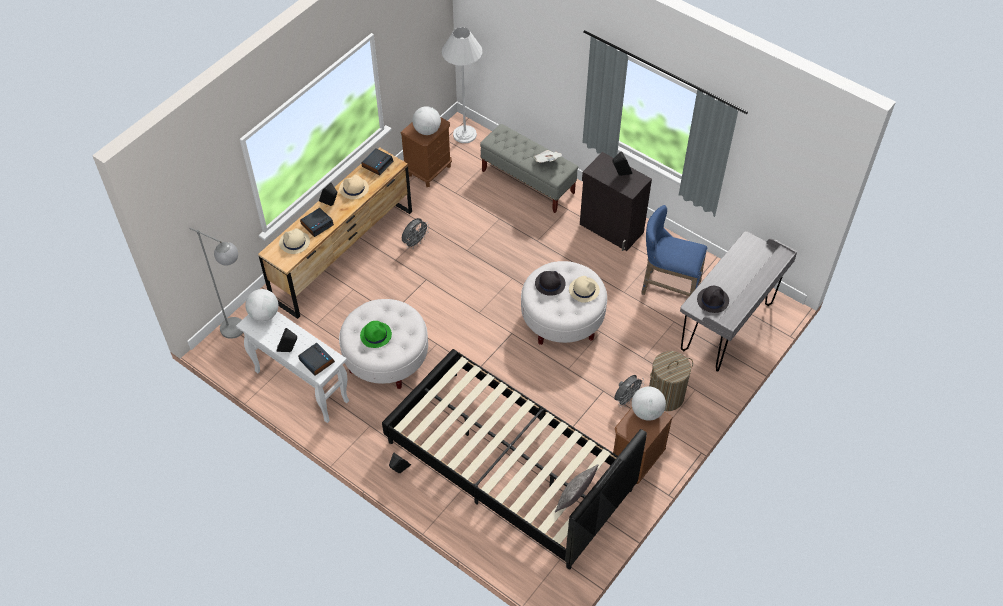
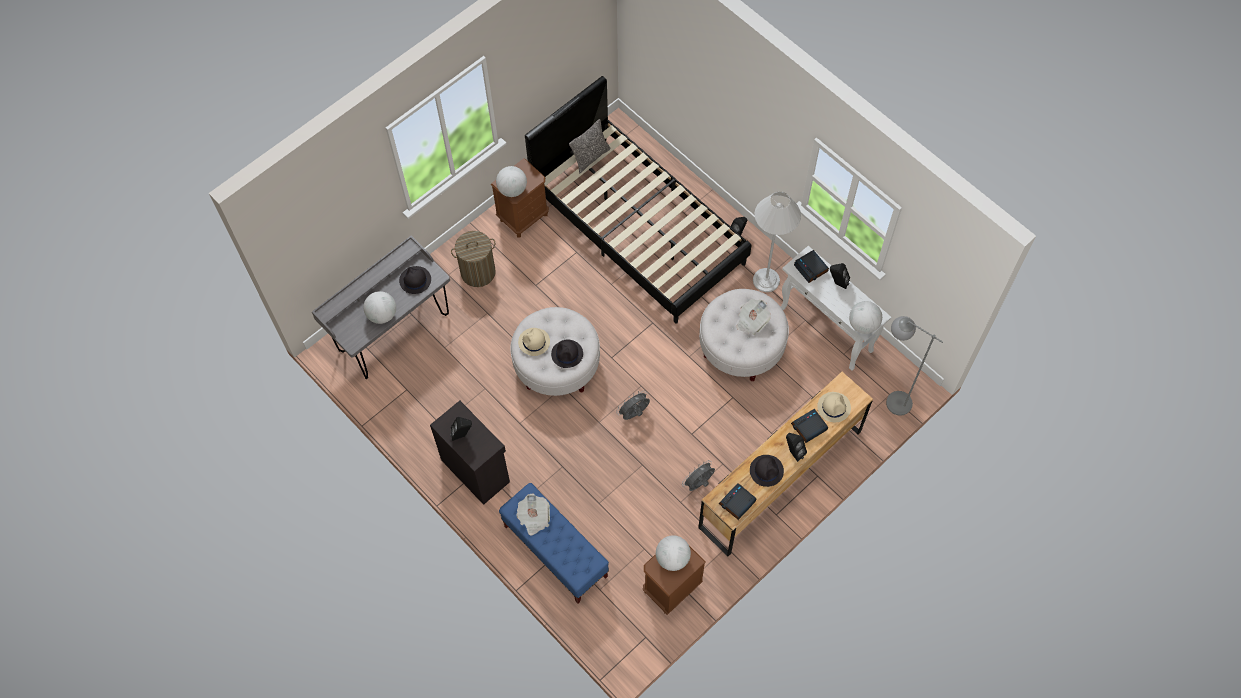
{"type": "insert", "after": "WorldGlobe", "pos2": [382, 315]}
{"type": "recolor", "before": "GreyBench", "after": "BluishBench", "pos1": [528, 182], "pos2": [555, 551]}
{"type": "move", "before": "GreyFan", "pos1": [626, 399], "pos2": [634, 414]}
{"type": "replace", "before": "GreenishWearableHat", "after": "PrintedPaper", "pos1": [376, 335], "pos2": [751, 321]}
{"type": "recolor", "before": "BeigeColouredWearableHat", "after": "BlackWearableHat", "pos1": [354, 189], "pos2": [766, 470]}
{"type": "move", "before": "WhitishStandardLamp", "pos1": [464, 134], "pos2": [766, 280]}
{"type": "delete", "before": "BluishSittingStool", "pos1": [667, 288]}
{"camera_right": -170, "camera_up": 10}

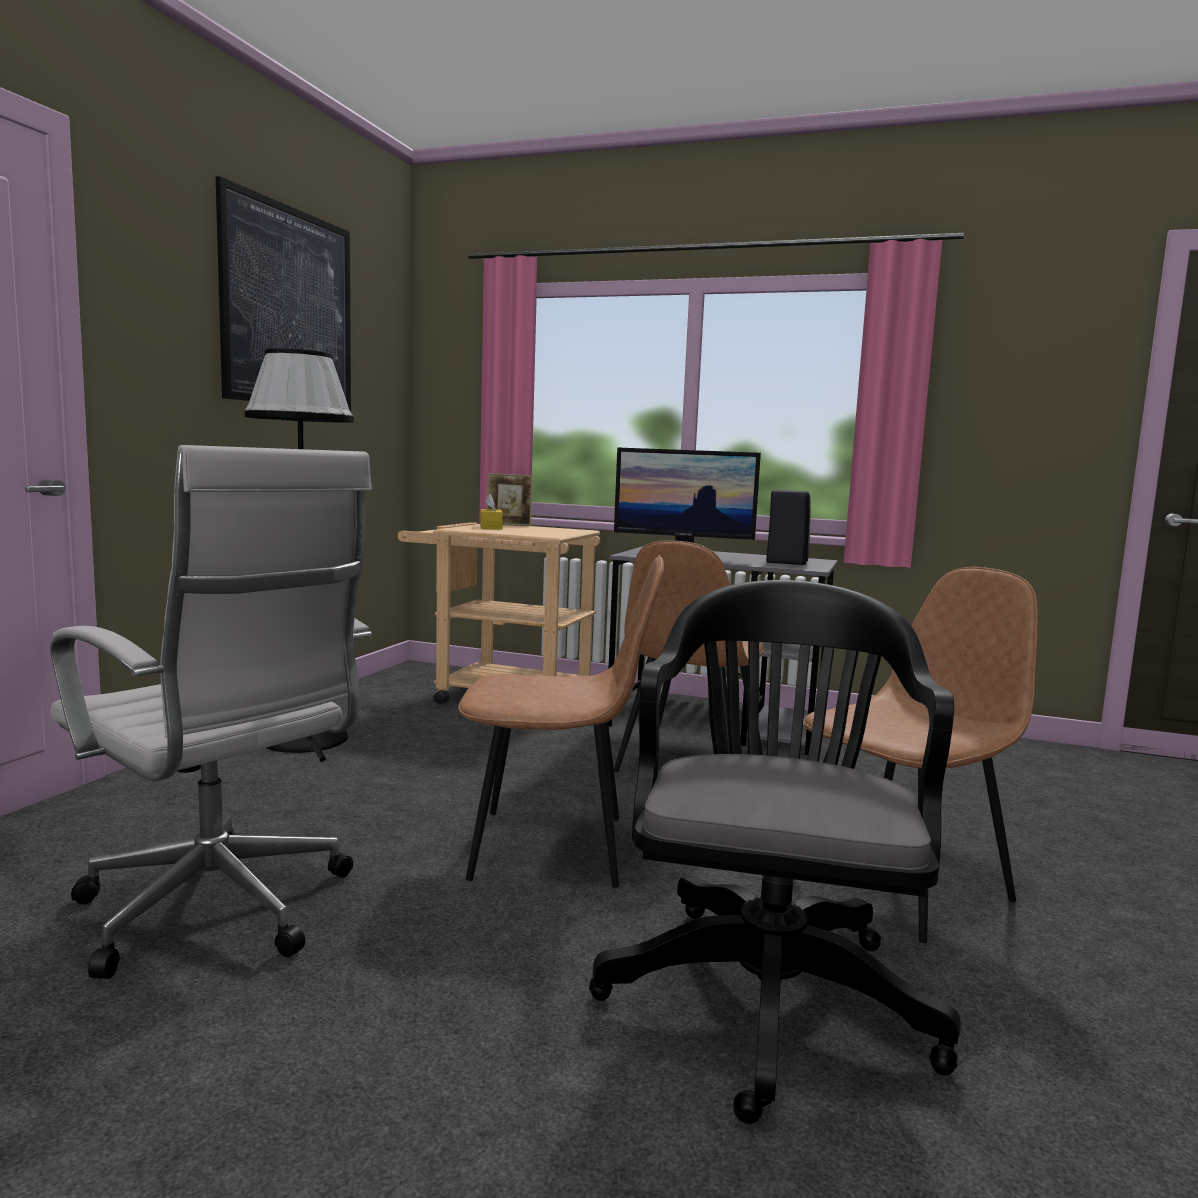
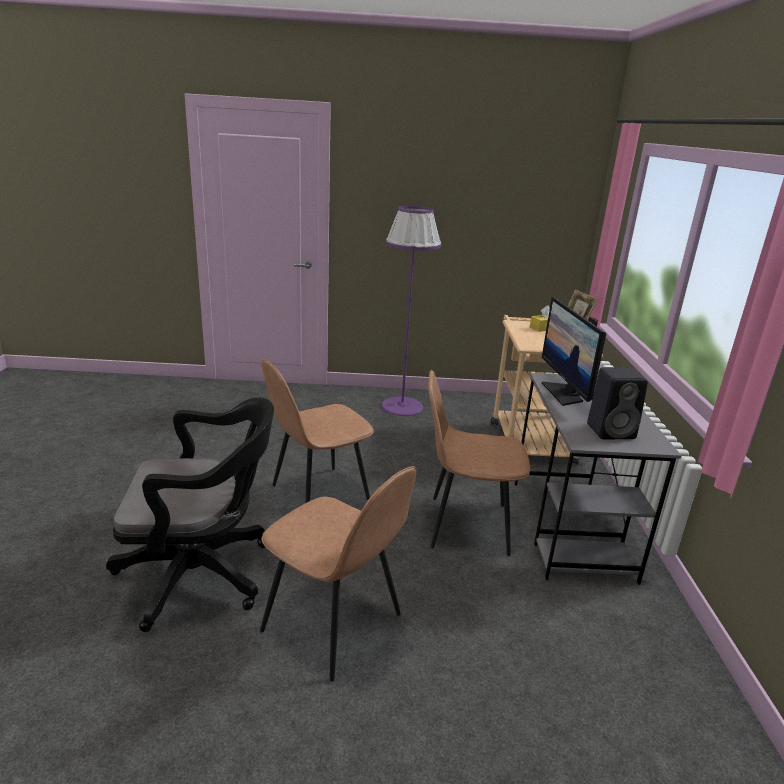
{"type": "rotate", "before": "BrownishUprightChair", "pos1": [554, 848], "pos2": [318, 496], "turn": 75}
{"type": "recolor", "before": "BlackStandardLamp", "after": "PurpleStandardLamp", "pos1": [304, 739], "pos2": [401, 406]}
{"type": "delete", "before": "WhitishOfficeChair", "pos1": [222, 912]}
{"type": "delete", "before": "WallArt", "pos1": [289, 307]}
{"camera_right": 70, "camera_up": 15}

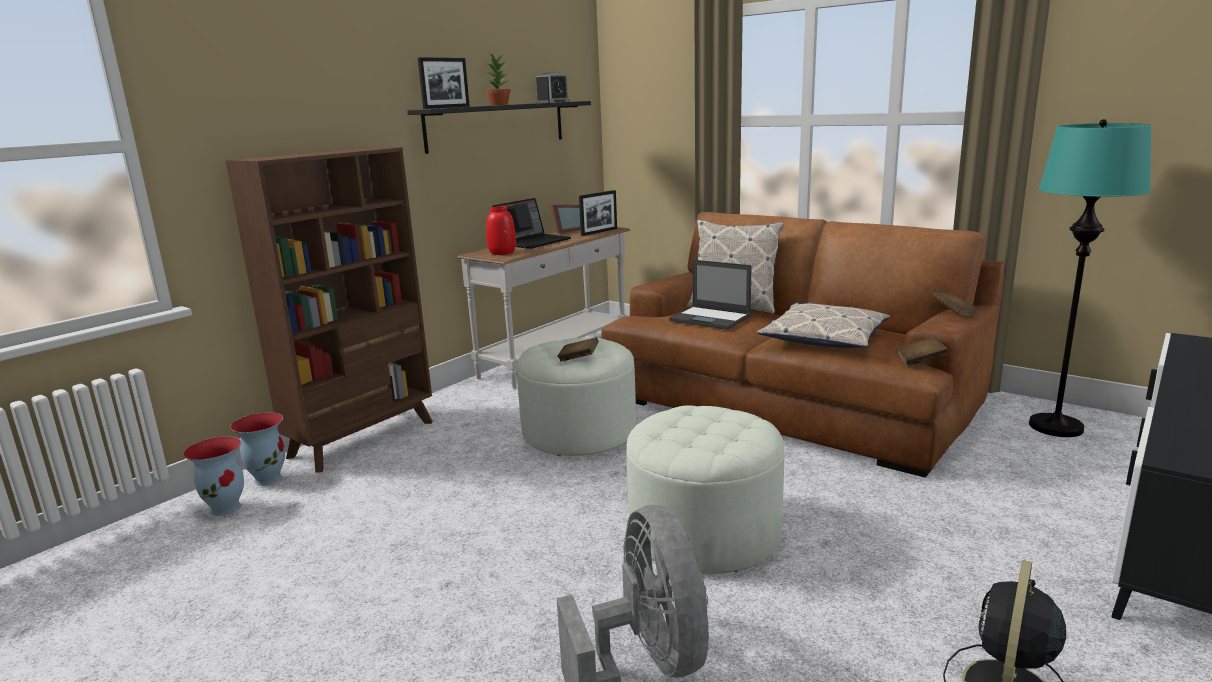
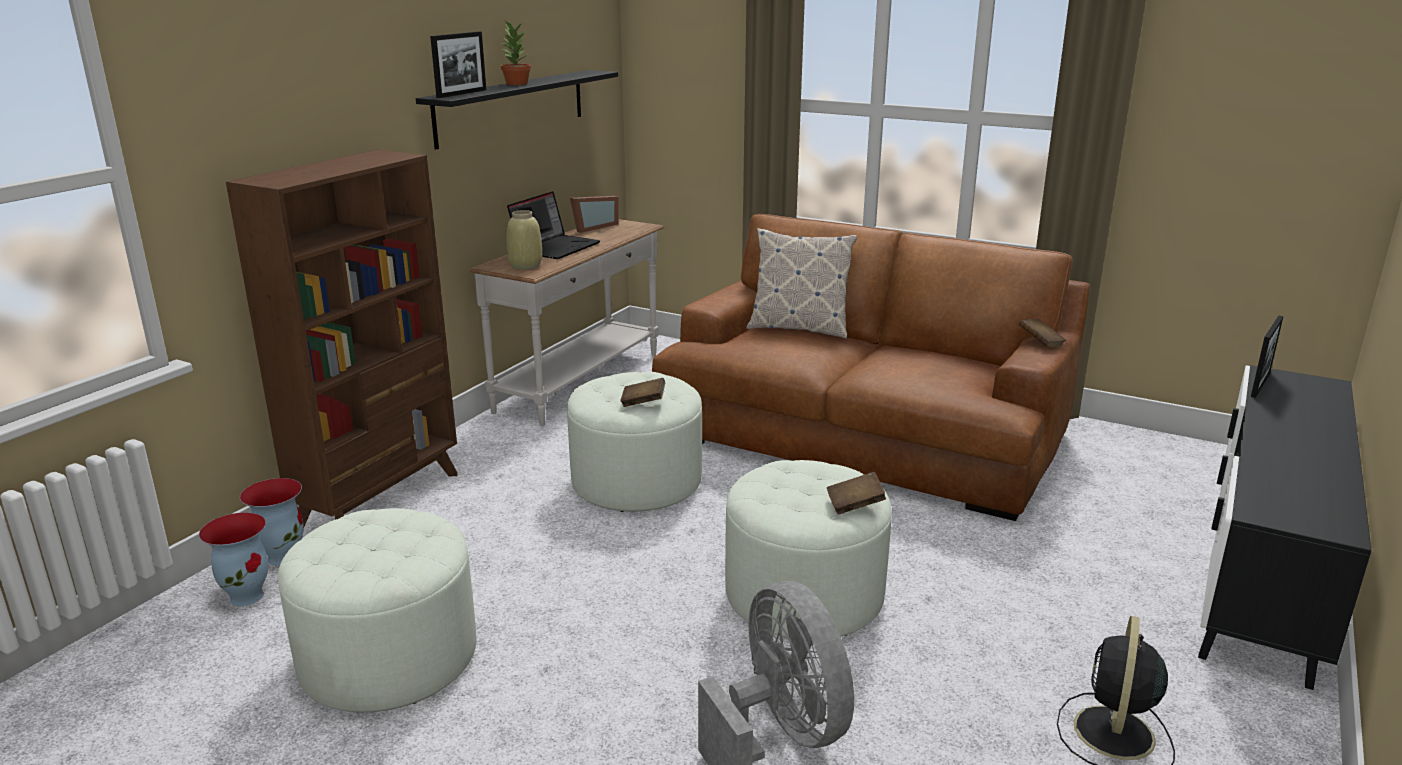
{"type": "insert", "after": "WhitishPouffe", "pos2": [389, 657]}
{"type": "recolor", "before": "ReddishDecorativeVase", "after": "BeigeColouredDecorativeVase", "pos1": [502, 253], "pos2": [525, 265]}
{"type": "move", "before": "BrownishBook", "pos1": [920, 361], "pos2": [855, 505]}
{"type": "move", "before": "PhotoFrame", "pos1": [599, 232], "pos2": [1260, 384]}
{"type": "delete", "before": "TableClock", "pos1": [552, 102]}
{"type": "delete", "before": "PortableComputer", "pos1": [711, 318]}
{"type": "delete", "before": "Cushion", "pos1": [824, 338]}
{"type": "delete", "before": "TurquoiseStandardLamp", "pos1": [1056, 427]}
{"camera_right": -10, "camera_up": 5}

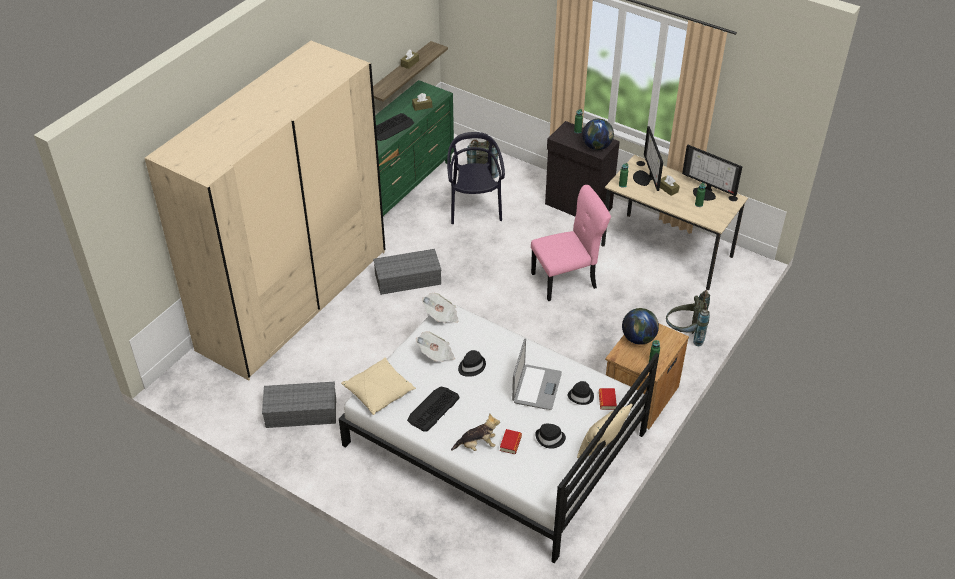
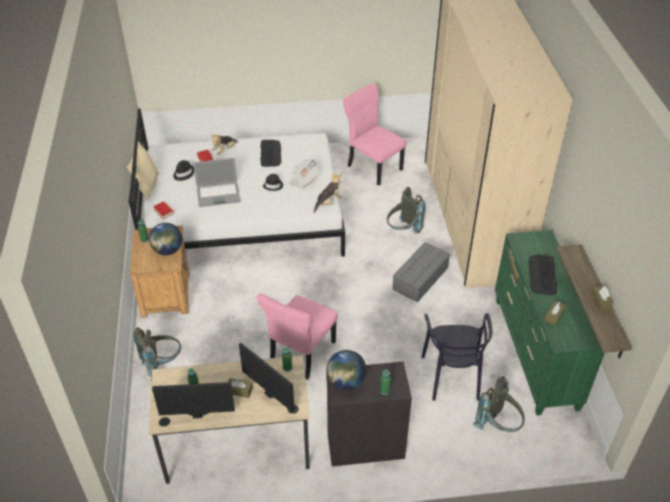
{"type": "rotate", "before": "PortableComputer", "pos1": [536, 387], "pos2": [218, 195], "turn": -75}
{"type": "replace", "before": "PrintedPaper", "after": "PlushToy", "pos1": [441, 316], "pos2": [328, 203]}
{"type": "replace", "before": "GreyStorageBox", "after": "PinkColouredUprightChair", "pos1": [300, 413], "pos2": [373, 167]}
{"type": "insert", "after": "GreyKnapsack", "pos2": [403, 231]}
{"type": "rotate", "before": "BlackUprightChair", "pos1": [474, 207], "pos2": [452, 376], "turn": 45}
{"type": "delete", "before": "BeigeColouredCushion", "pos1": [379, 392]}
{"type": "delete", "before": "BlackWearableHat", "pos1": [581, 396]}
{"camera_right": 140, "camera_up": 0}

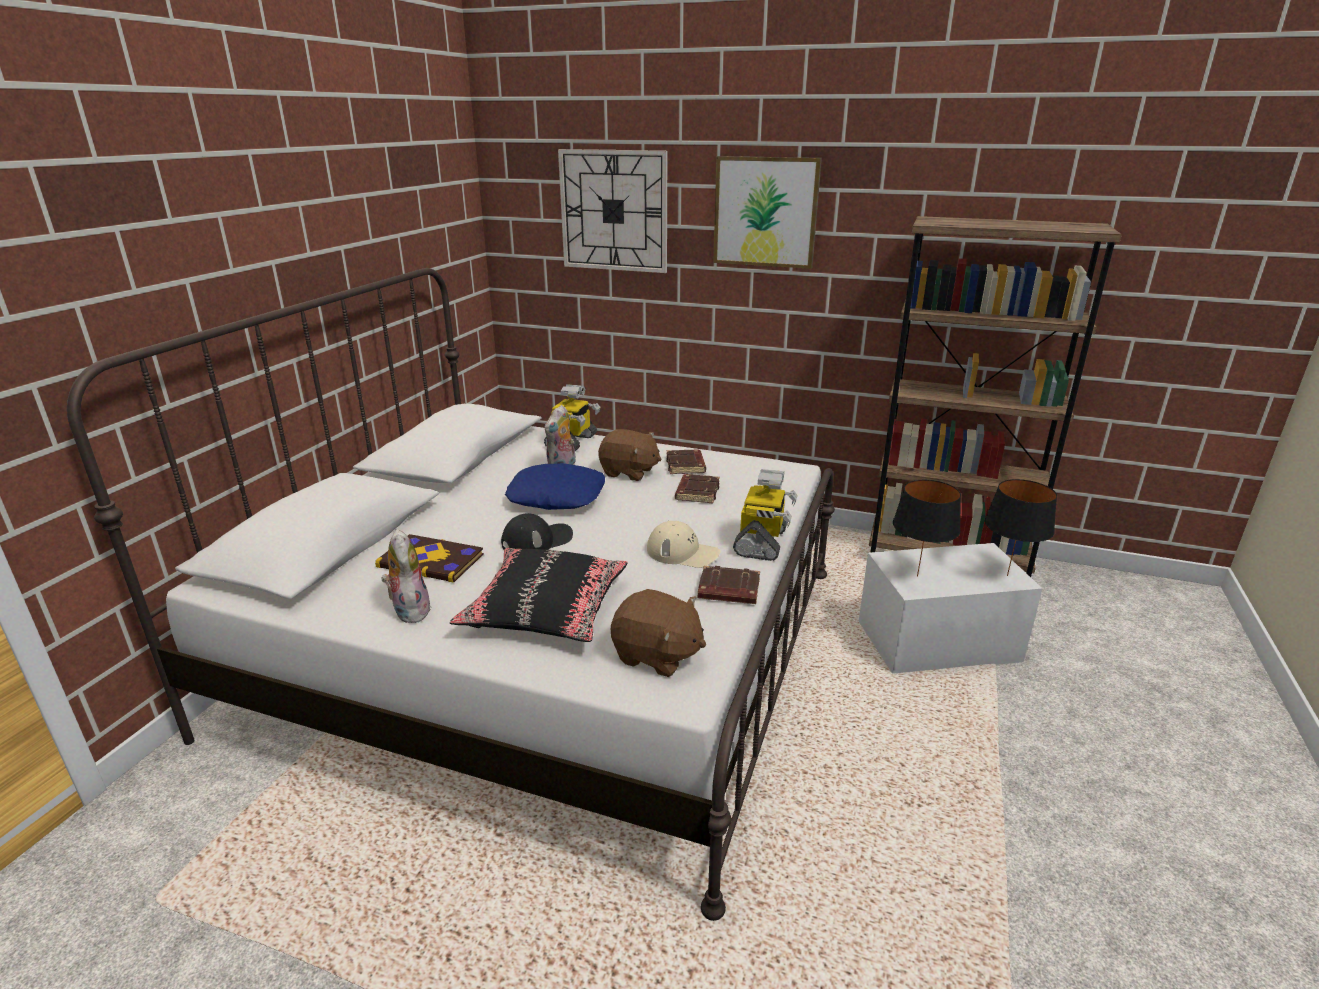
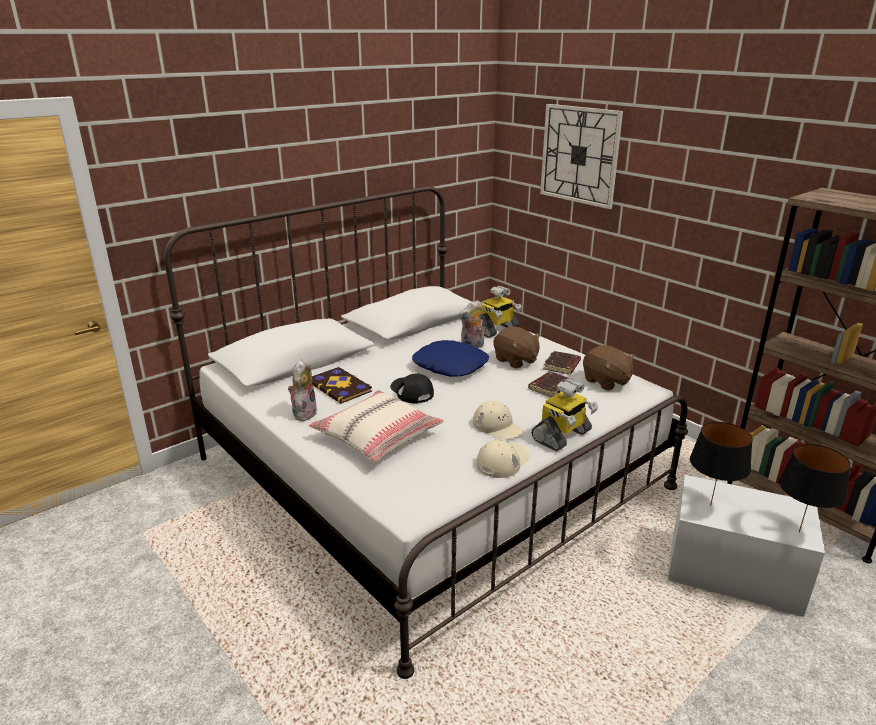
{"type": "recolor", "before": "BlackCushion", "after": "BeigeColouredCushion", "pos1": [545, 609], "pos2": [377, 436]}
{"type": "rotate", "before": "BlackCap", "pos1": [537, 540], "pos2": [411, 391], "turn": -120}
{"type": "replace", "before": "BrownishBook", "after": "BeigeColouredCap", "pos1": [728, 590], "pos2": [503, 461]}
{"type": "move", "before": "BrownishPlushToy", "pos1": [657, 655], "pos2": [606, 381]}
{"type": "delete", "before": "WallArt", "pos1": [765, 212]}
{"camera_right": 30, "camera_up": 0}

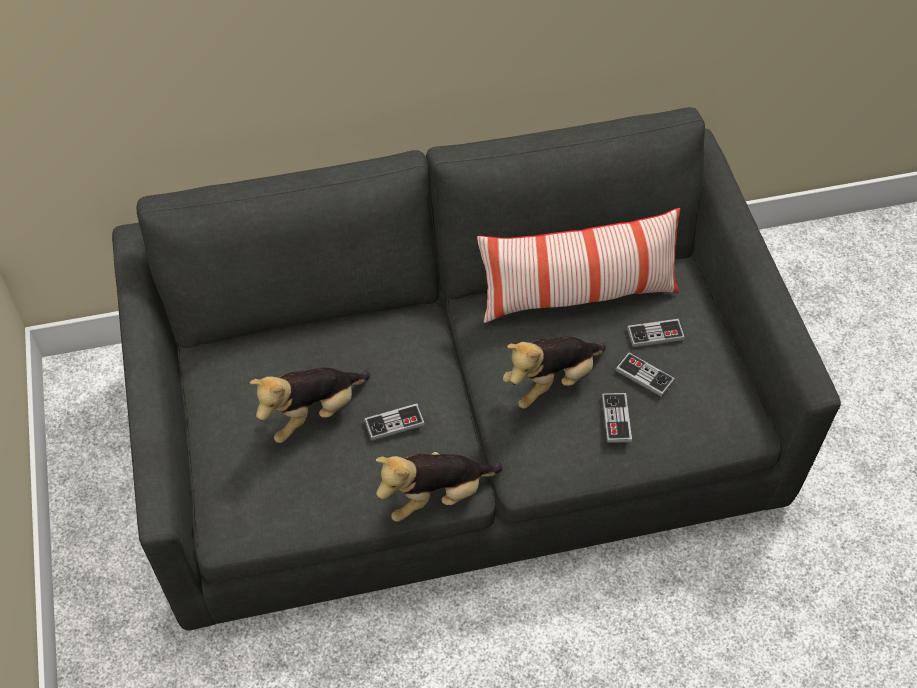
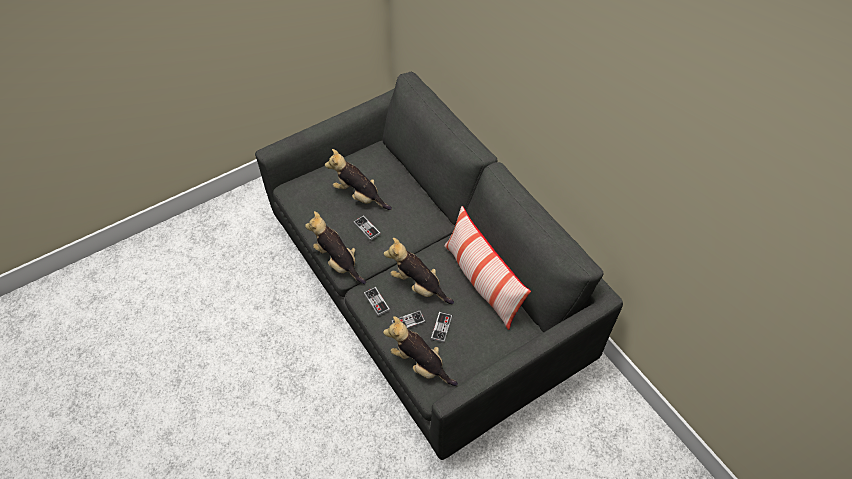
{"type": "move", "before": "GameController", "pos1": [655, 334], "pos2": [376, 302]}
{"type": "insert", "after": "PlushToy", "pos2": [420, 364]}
{"camera_right": 70, "camera_up": 0}

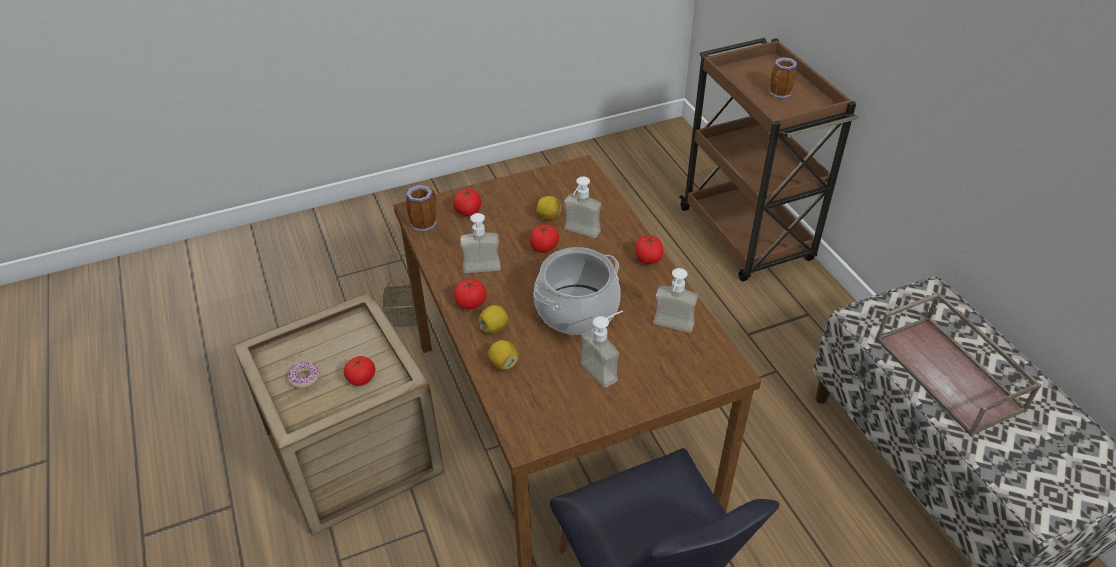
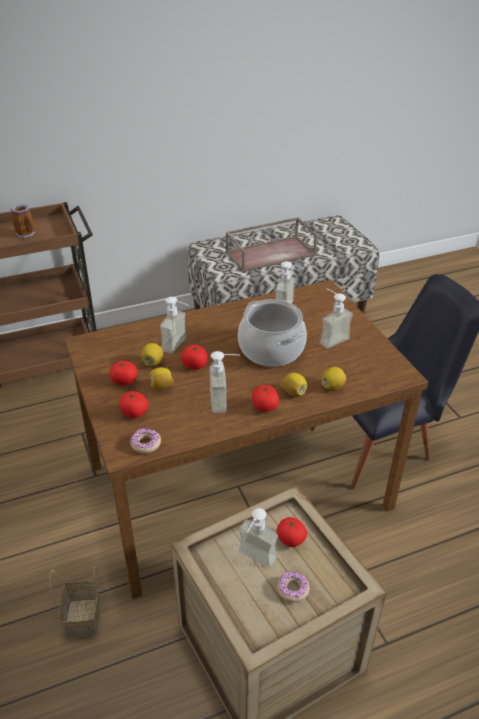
{"type": "move", "before": "WholeTomato", "pos1": [648, 259], "pos2": [124, 381]}
{"type": "replace", "before": "CoffeeMug", "after": "Doughnut", "pos1": [424, 222], "pos2": [146, 444]}
{"type": "insert", "after": "WholeLemon", "pos2": [161, 386]}
{"type": "insert", "after": "LiquidSoapBottle", "pos2": [253, 560]}
{"camera_right": -90, "camera_up": -5}

